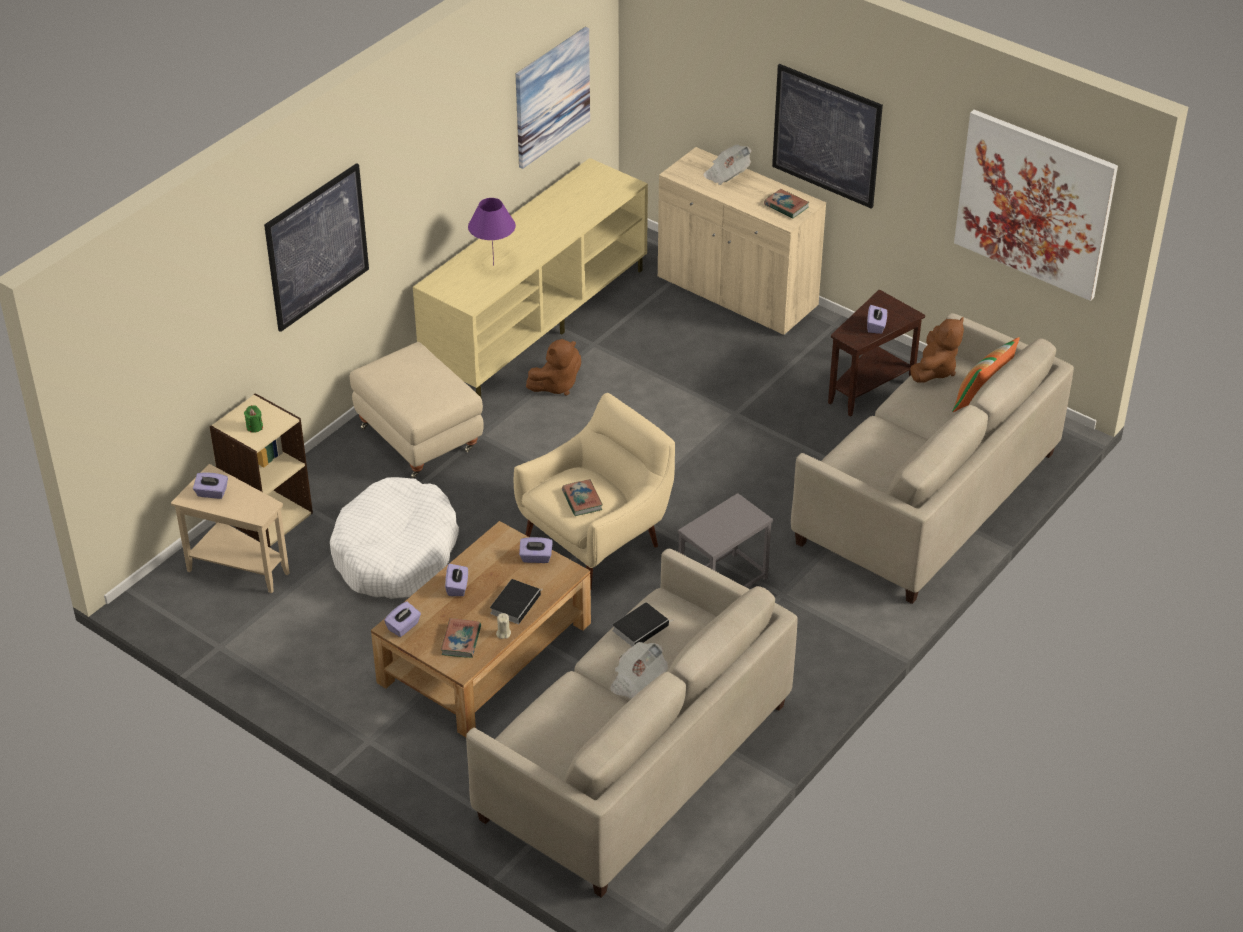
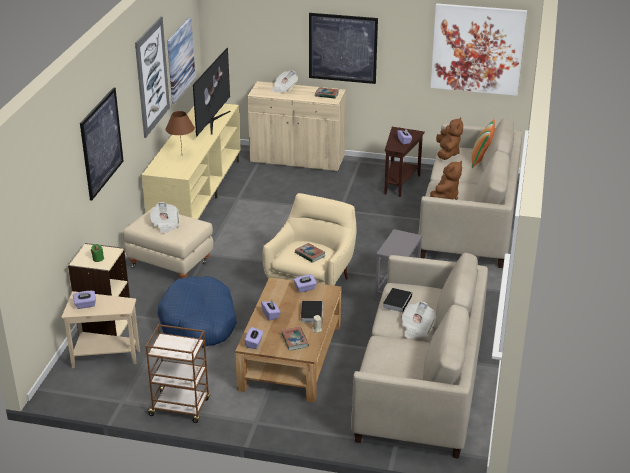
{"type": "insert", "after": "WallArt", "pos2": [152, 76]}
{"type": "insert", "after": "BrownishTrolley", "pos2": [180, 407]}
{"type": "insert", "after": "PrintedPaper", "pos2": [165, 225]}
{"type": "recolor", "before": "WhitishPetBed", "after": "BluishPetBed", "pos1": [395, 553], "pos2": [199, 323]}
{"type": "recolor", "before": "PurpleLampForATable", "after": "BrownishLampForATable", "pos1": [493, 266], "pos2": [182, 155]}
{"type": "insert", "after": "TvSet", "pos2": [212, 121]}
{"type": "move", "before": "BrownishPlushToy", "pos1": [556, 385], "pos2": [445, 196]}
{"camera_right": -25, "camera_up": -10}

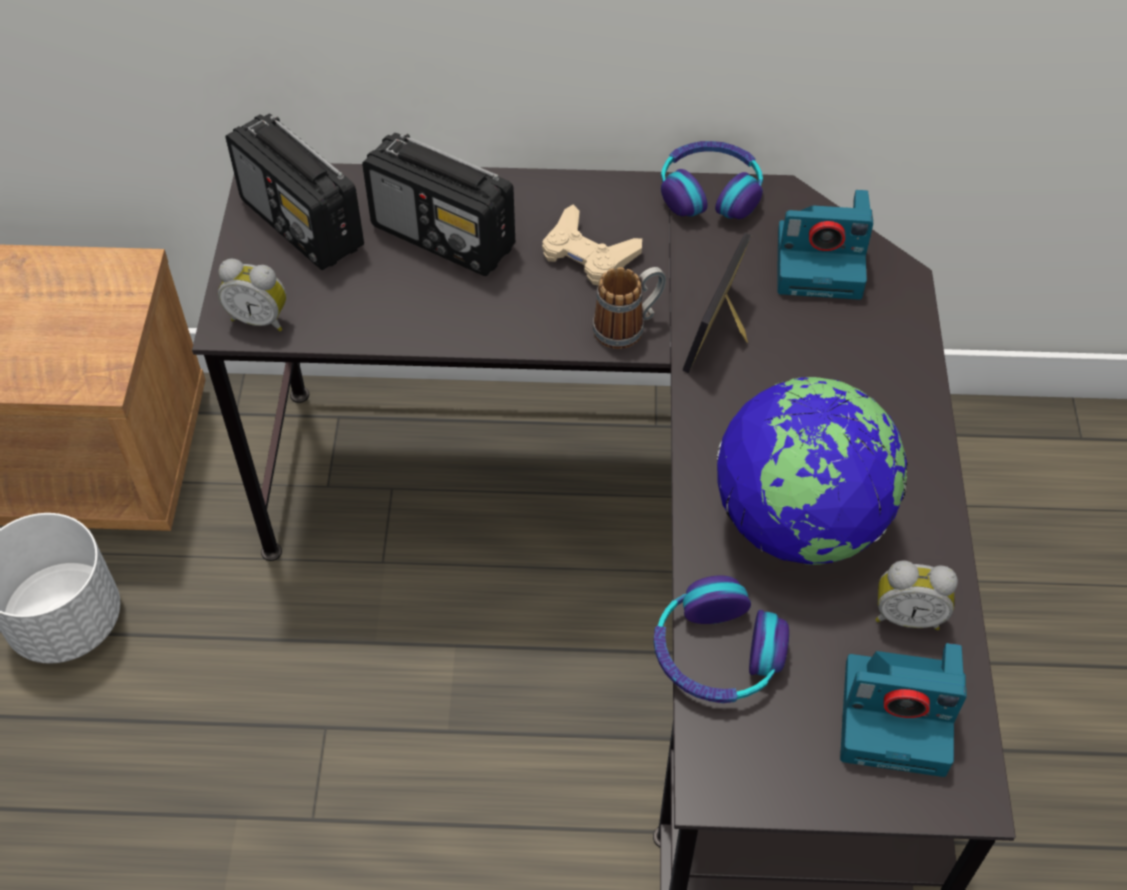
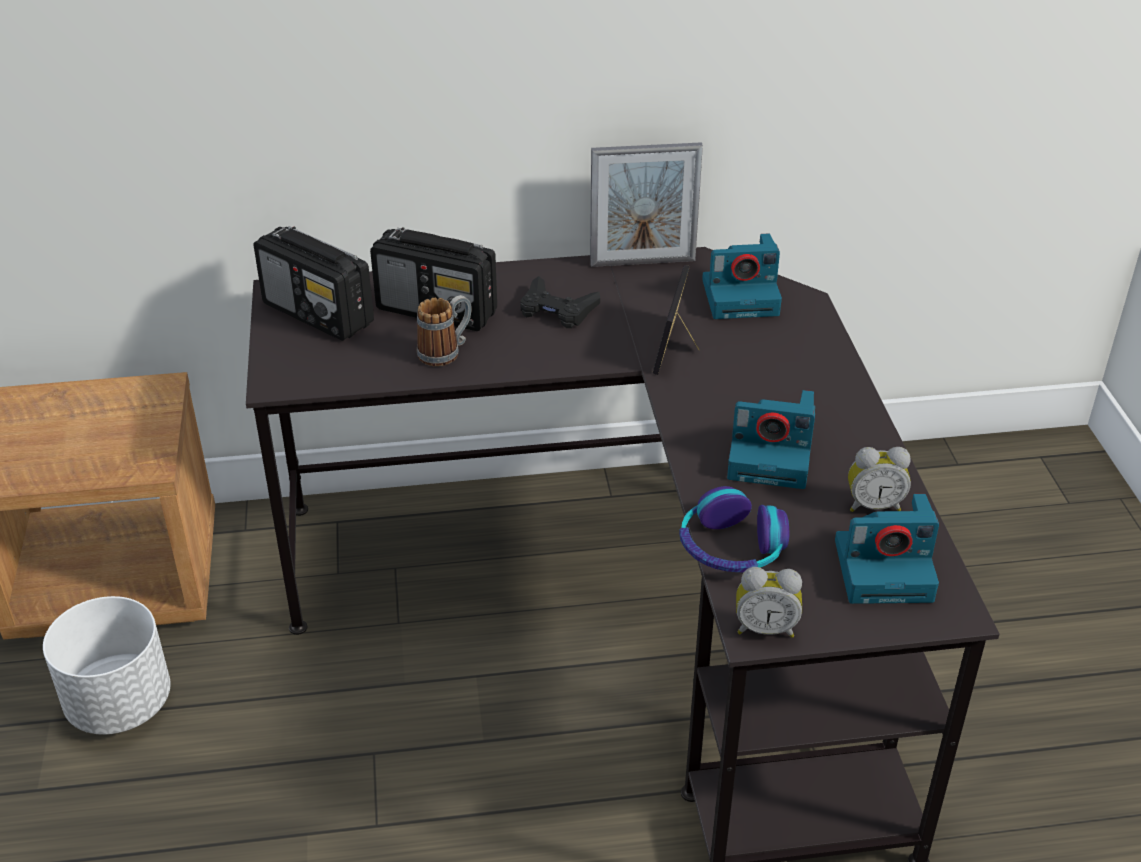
{"type": "move", "before": "CoffeeMug", "pos1": [628, 327], "pos2": [446, 352]}
{"type": "recolor", "before": "BeigeColouredGameController", "after": "BlackGameController", "pos1": [588, 254], "pos2": [557, 309]}
{"type": "replace", "before": "PairOfHeadphones", "after": "PhotoFrame", "pos1": [710, 191], "pos2": [642, 262]}
{"type": "replace", "before": "WorldGlobe", "after": "PhotoCamera", "pos1": [799, 522], "pos2": [772, 457]}
{"type": "move", "before": "TableClock", "pos1": [260, 318], "pos2": [765, 628]}
{"camera_right": -10, "camera_up": -15}

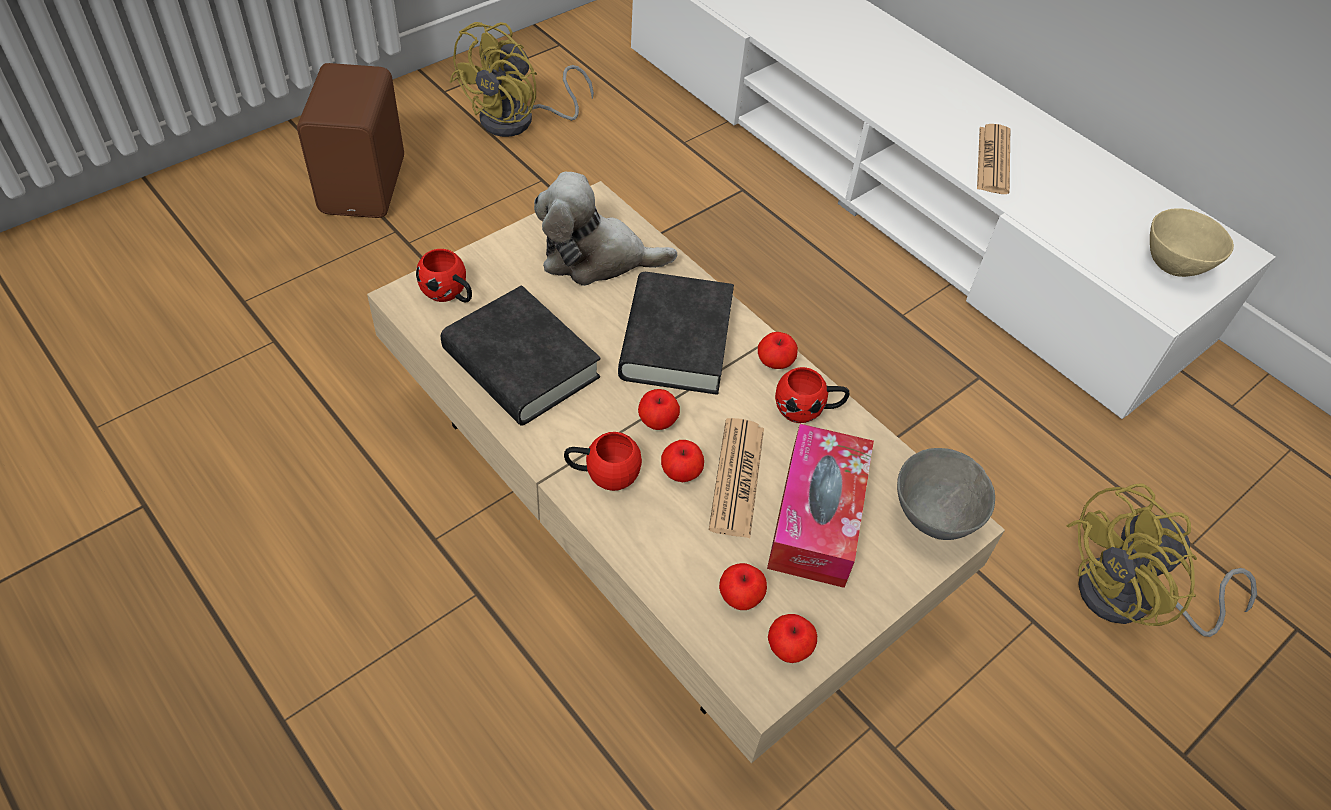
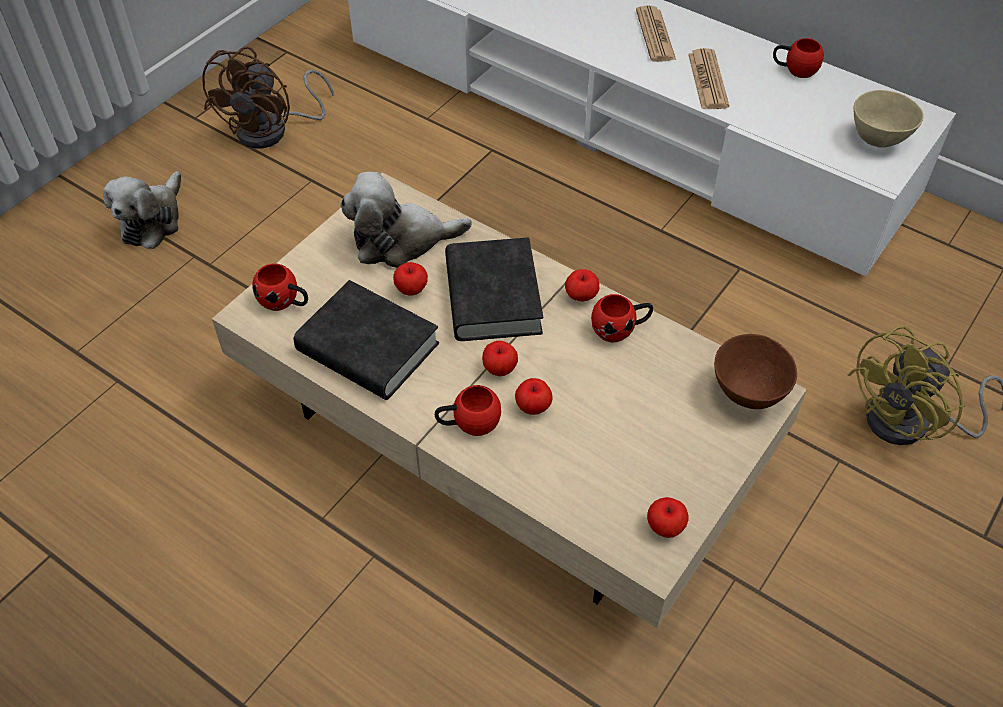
{"type": "replace", "before": "BrownishAudioSpeaker", "after": "PlushToy", "pos1": [366, 185], "pos2": [153, 220]}
{"type": "recolor", "before": "YellowFan", "after": "BrownishFan", "pos1": [519, 121], "pos2": [273, 130]}
{"type": "move", "before": "Apple", "pos1": [740, 597], "pos2": [411, 289]}
{"type": "move", "before": "PrintedPaper", "pos1": [737, 478], "pos2": [655, 35]}
{"type": "recolor", "before": "GreyDeepDish", "after": "BrownishDeepDish", "pos1": [931, 518], "pos2": [746, 394]}
{"type": "insert", "after": "ReddishCoffeeMug", "pos2": [794, 69]}
{"type": "delete", "before": "BoxOfTissues", "pos1": [817, 517]}
{"camera_right": -10, "camera_up": 0}

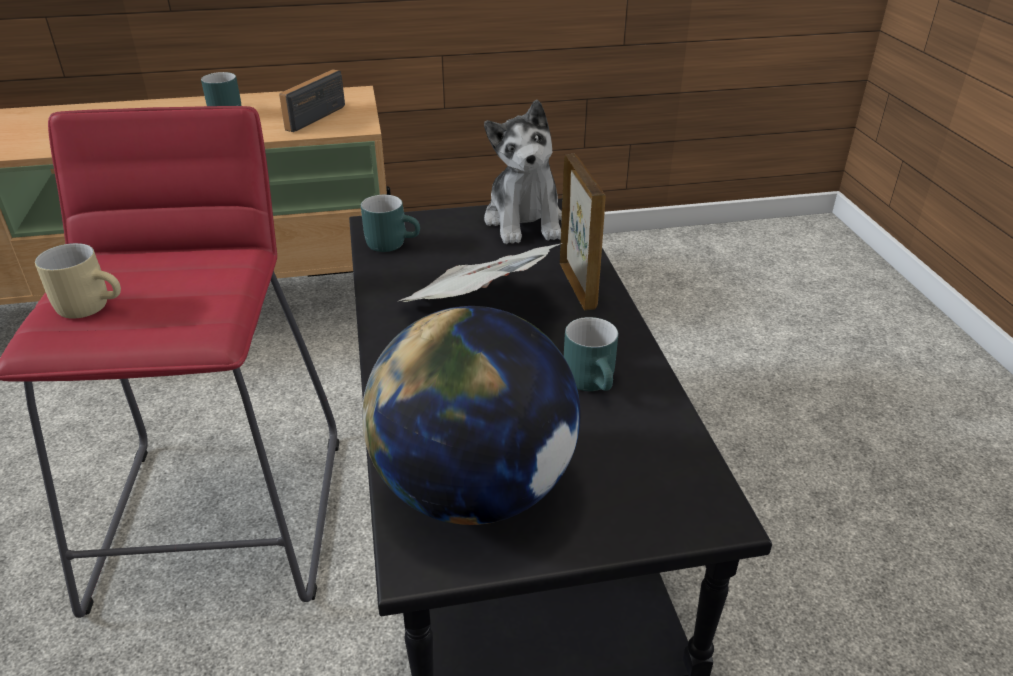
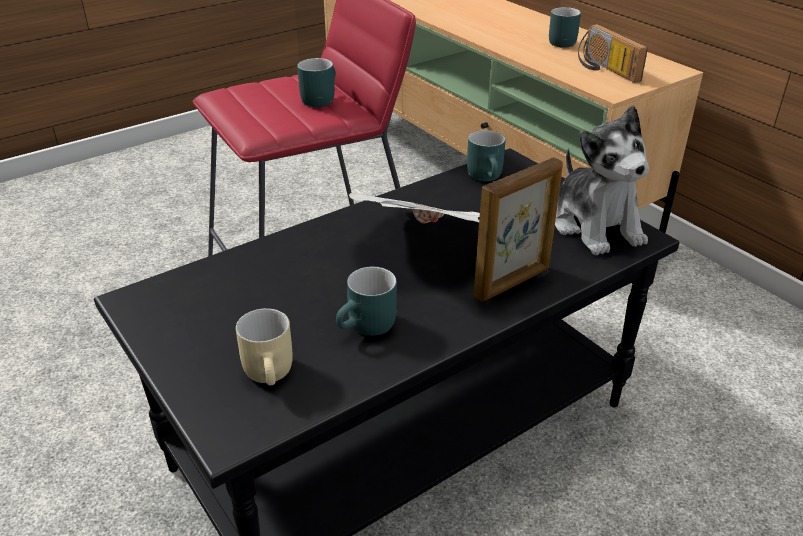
{"type": "move", "before": "BeigeColouredCoffeeMug", "pos1": [93, 305], "pos2": [273, 373]}
{"type": "insert", "after": "TurquoiseCoffeeMug", "pos2": [318, 99]}
{"type": "rotate", "before": "PlushToy", "pos1": [525, 221], "pos2": [596, 226], "turn": -75}
{"type": "rotate", "before": "RadioReceiver", "pos1": [311, 115], "pos2": [604, 69], "turn": -120}
{"type": "delete", "before": "WorldGlobe", "pos1": [475, 490]}
{"camera_right": 65, "camera_up": 0}

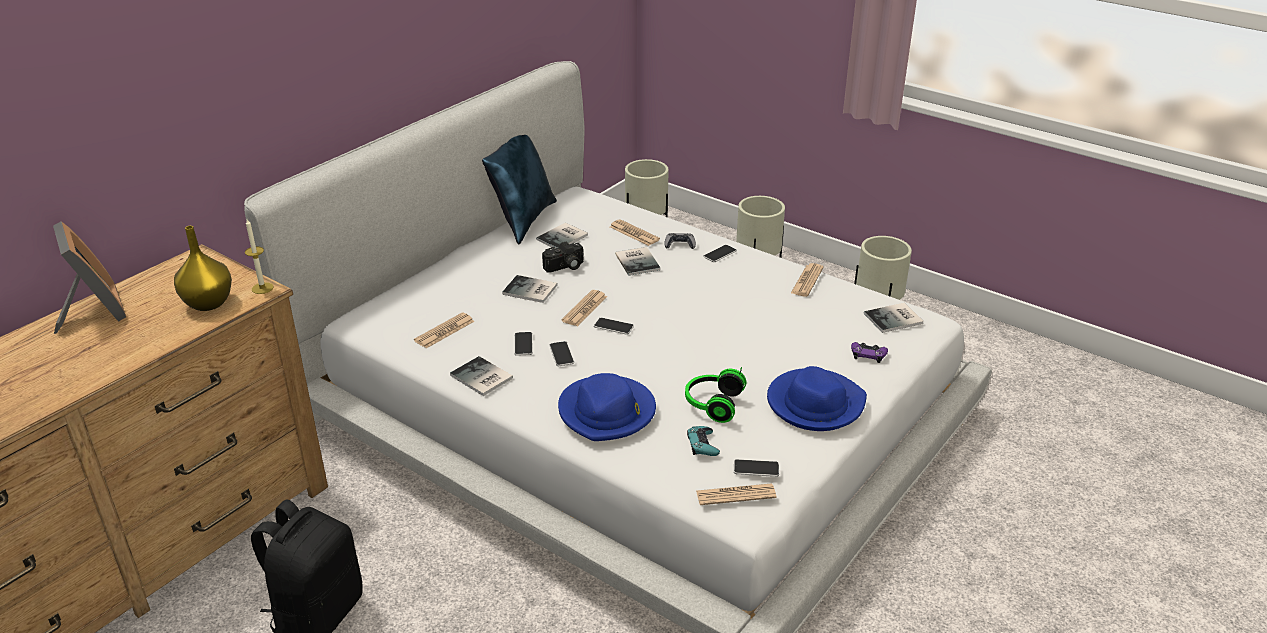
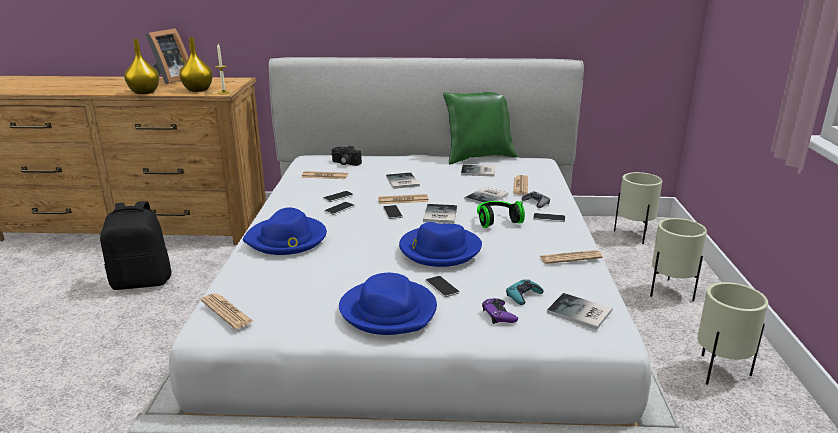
{"type": "insert", "after": "YellowDecorativeVase", "pos2": [145, 92]}
{"type": "move", "before": "PhotoCamera", "pos1": [565, 267], "pos2": [345, 163]}
{"type": "insert", "after": "BluishWearableHat", "pos2": [439, 249]}
{"type": "move", "before": "Book", "pos1": [481, 378], "pos2": [439, 215]}
{"type": "move", "before": "Telephone", "pos1": [756, 469], "pos2": [442, 287]}
{"type": "recolor", "before": "BluishCushion", "after": "GreenishCushion", "pos1": [523, 220], "pos2": [479, 157]}
{"type": "move", "before": "PairOfHeadphones", "pos1": [712, 404], "pos2": [497, 220]}
{"type": "move", "before": "TurquoiseGameController", "pos1": [702, 445], "pos2": [523, 295]}
{"camera_right": 55, "camera_up": -10}

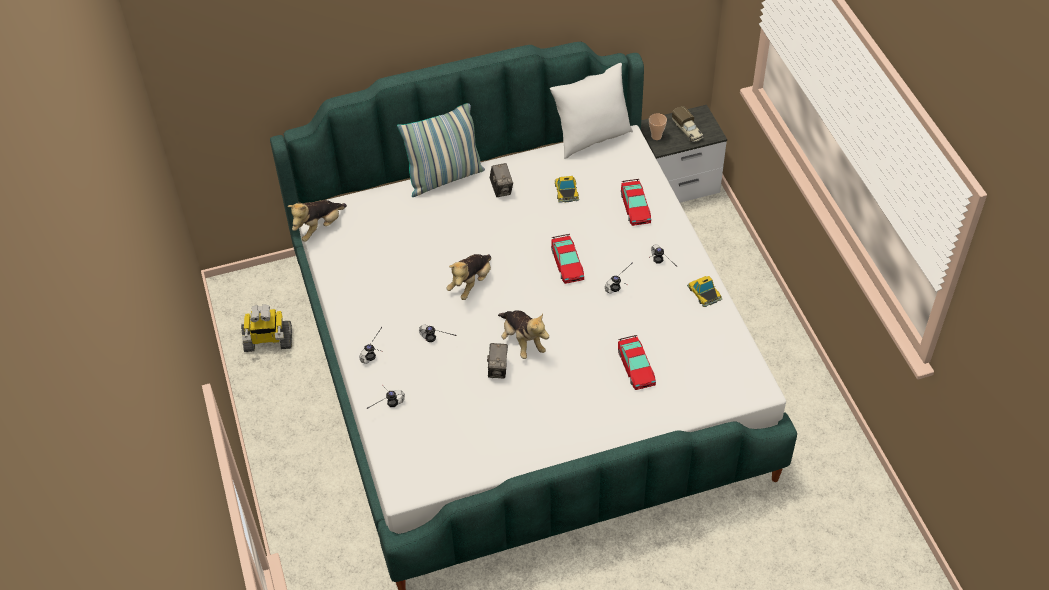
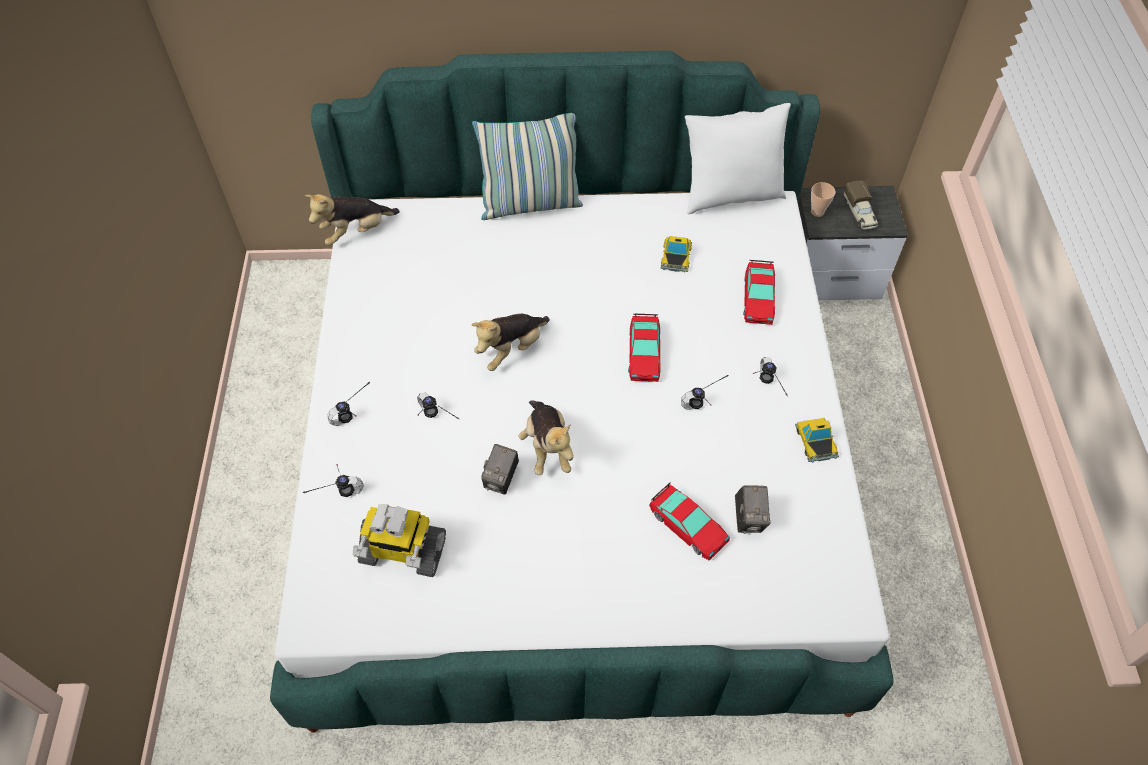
{"type": "move", "before": "ToyRobot", "pos1": [268, 341], "pos2": [402, 552]}
{"type": "rotate", "before": "MiniatureCar", "pos1": [635, 367], "pos2": [687, 526], "turn": -45}
{"type": "move", "before": "PhotoCamera", "pos1": [501, 189], "pos2": [749, 518]}
{"camera_right": 15, "camera_up": 5}

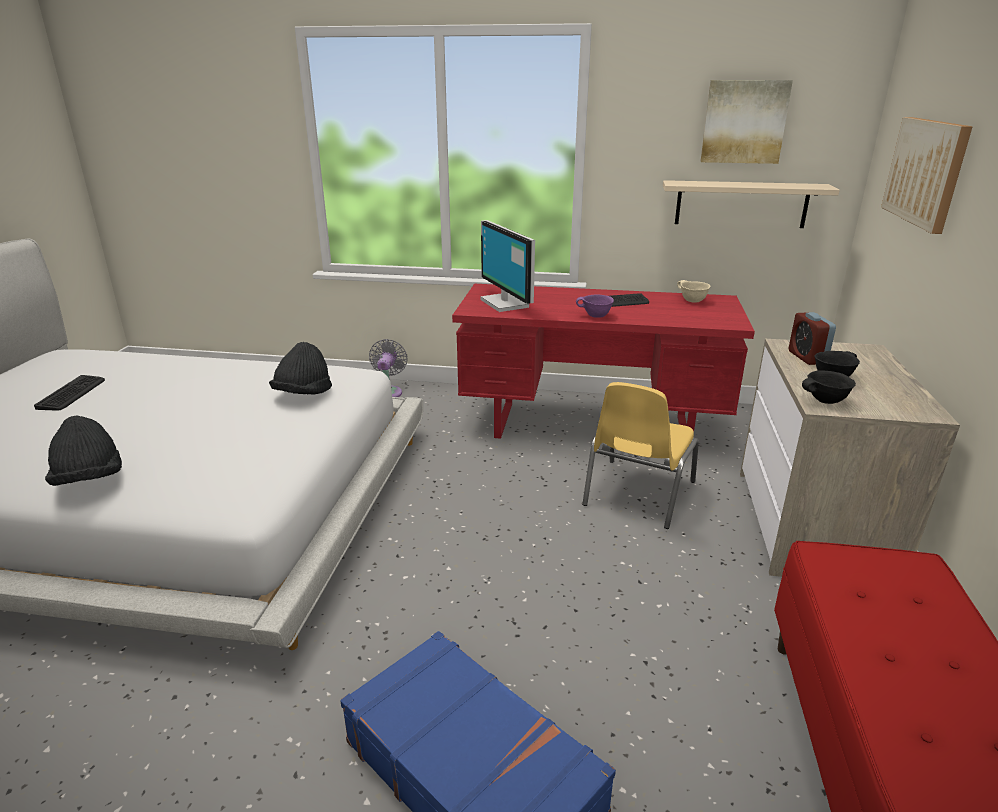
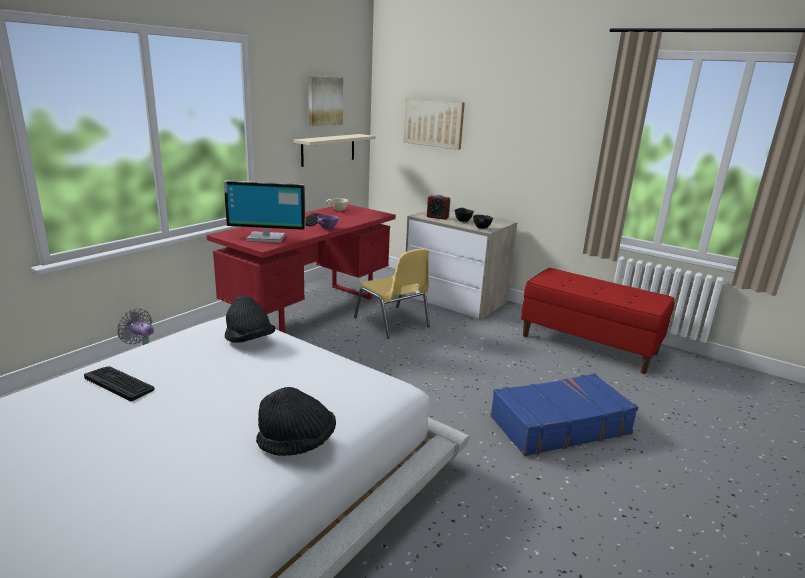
{"type": "move", "before": "PcKeyboard", "pos1": [72, 393], "pos2": [119, 383]}
{"camera_right": -65, "camera_up": -5}

